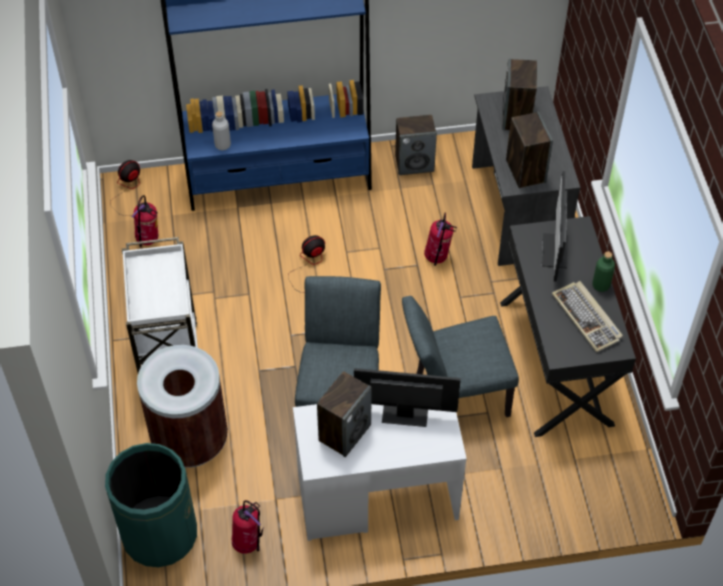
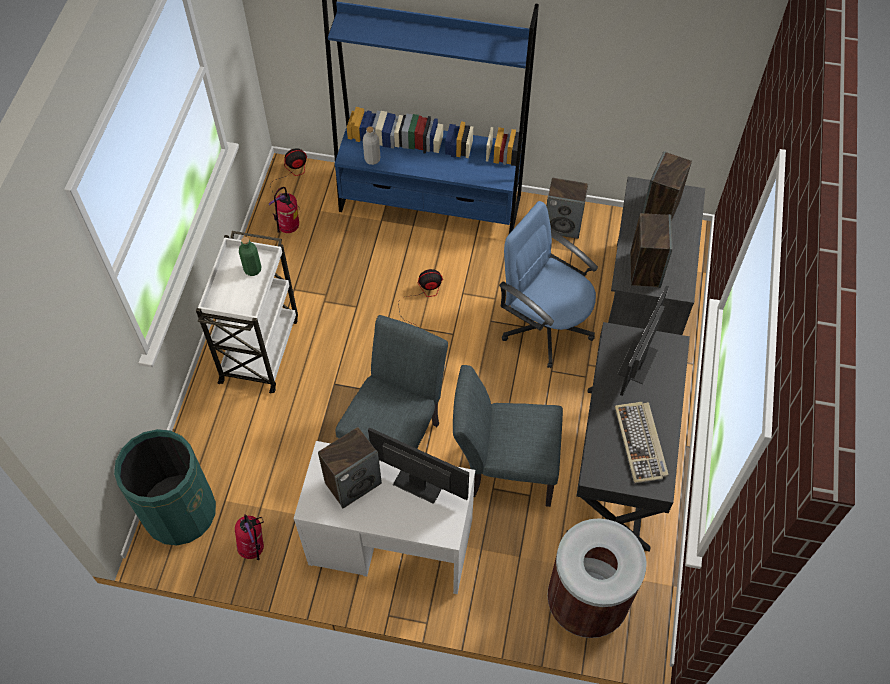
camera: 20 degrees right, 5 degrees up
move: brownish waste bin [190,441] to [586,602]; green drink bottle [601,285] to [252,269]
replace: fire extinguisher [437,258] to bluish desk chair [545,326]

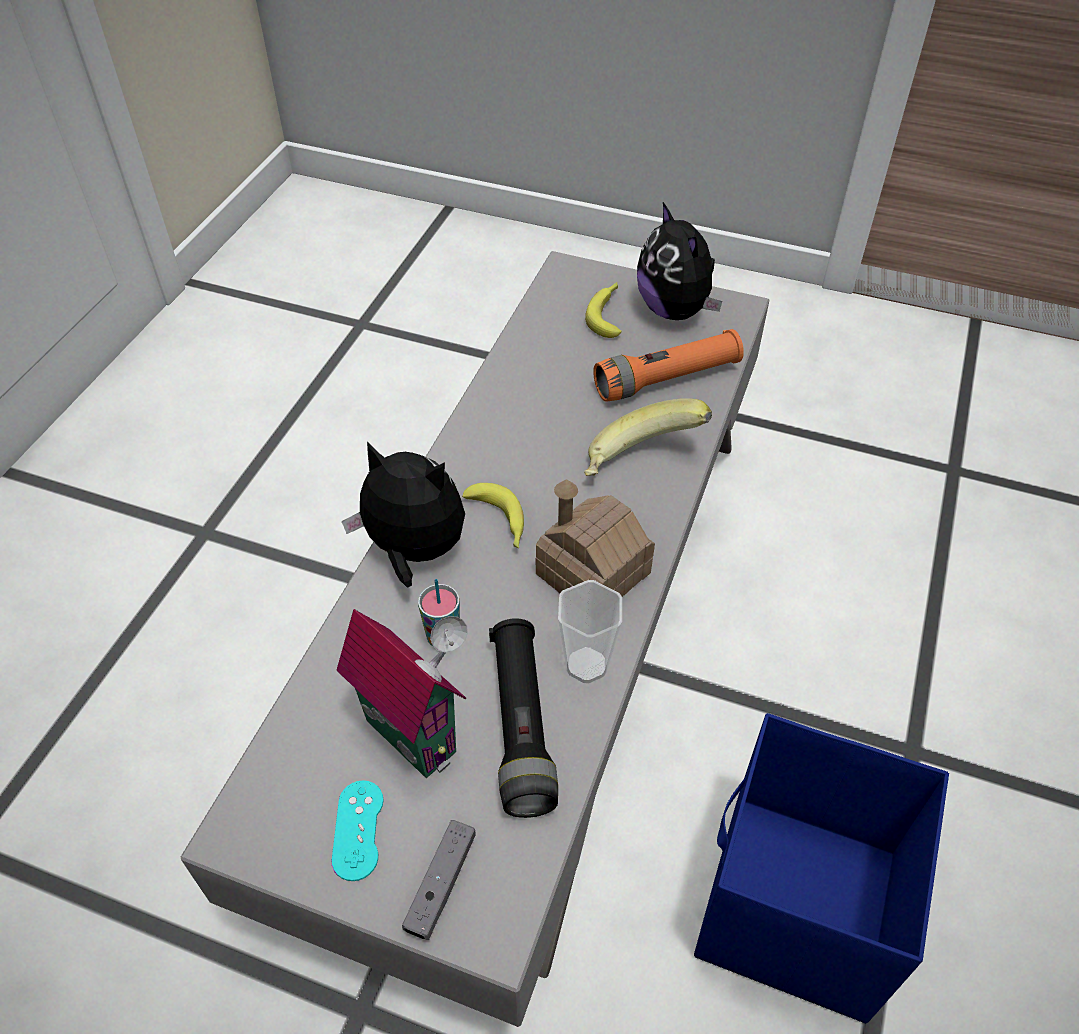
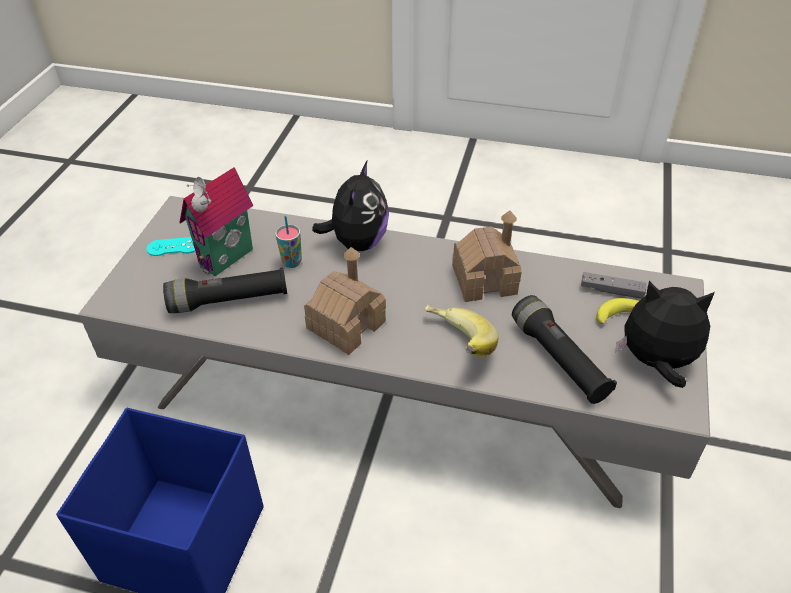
camera: 85 degrees right, 5 degrees down
delete: whole banana [499,522]; small cup [586,665]
insert: toy house [484,280]
move: gray gamepad [441,884] to [611,291]
recolor: orange-coloured torch [667,379] to blackish torch [559,359]
rotate: soft toy [675,310] = [656,363] 45 degrees clockwise

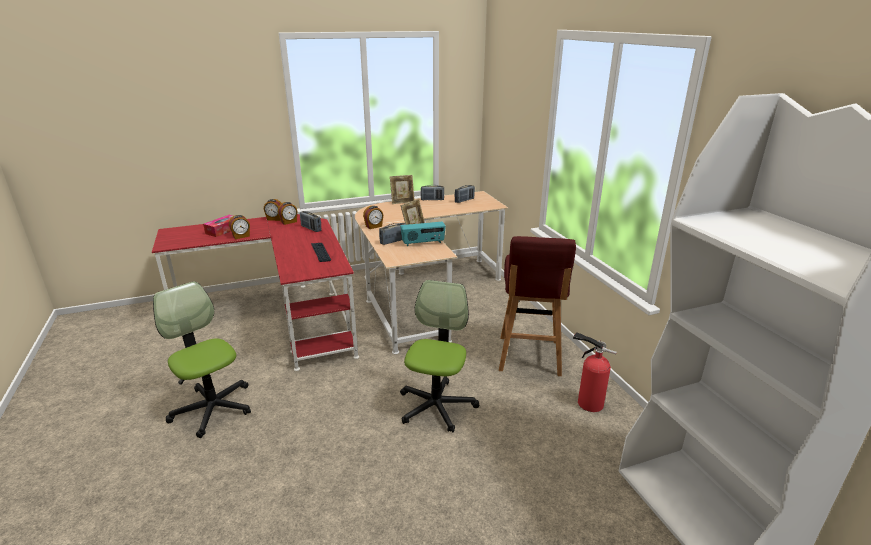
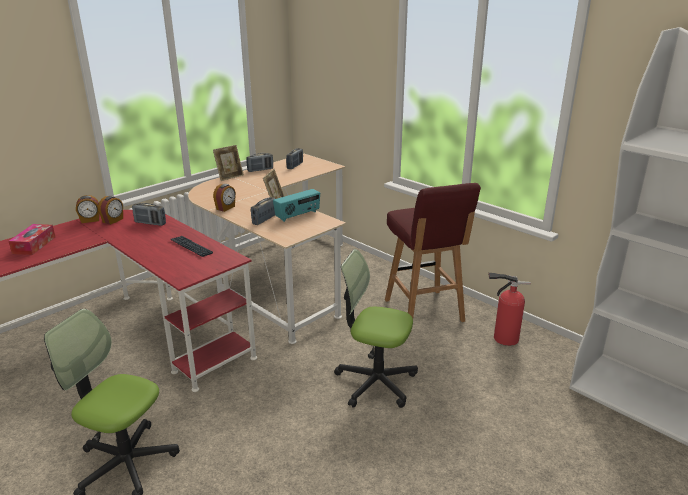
camera: 25 degrees left, 0 degrees up
delete: bedside clock [241,236]
rotate: desk chair [436,406] = [375,382] 60 degrees counterclockwise

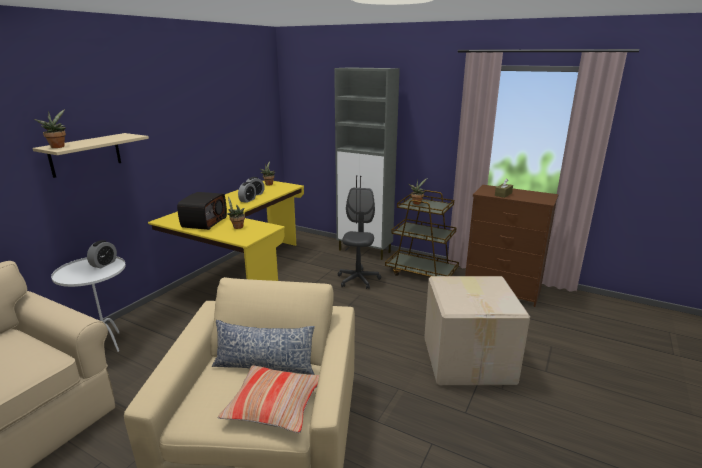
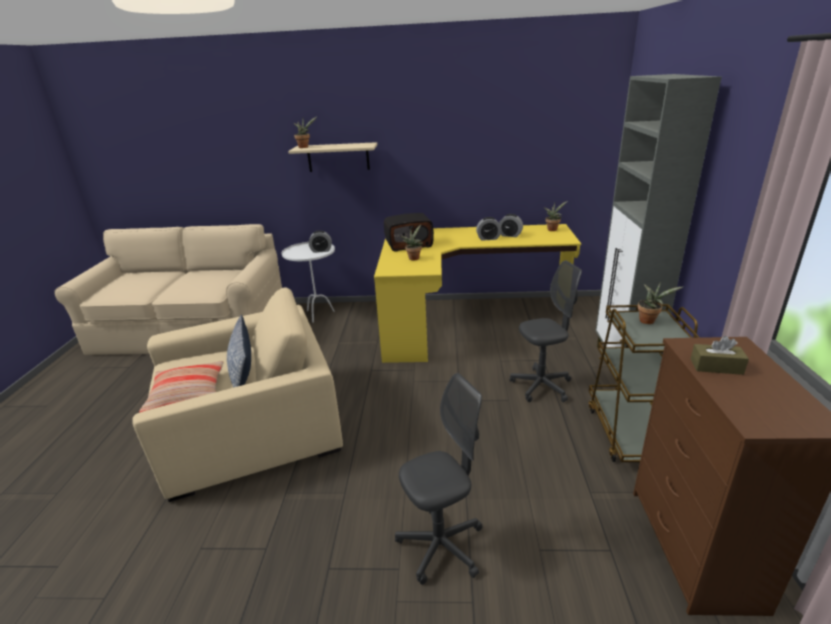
camera: 65 degrees right, 5 degrees up
replace: cardboard box [468,359] to gray desk chair [441,546]

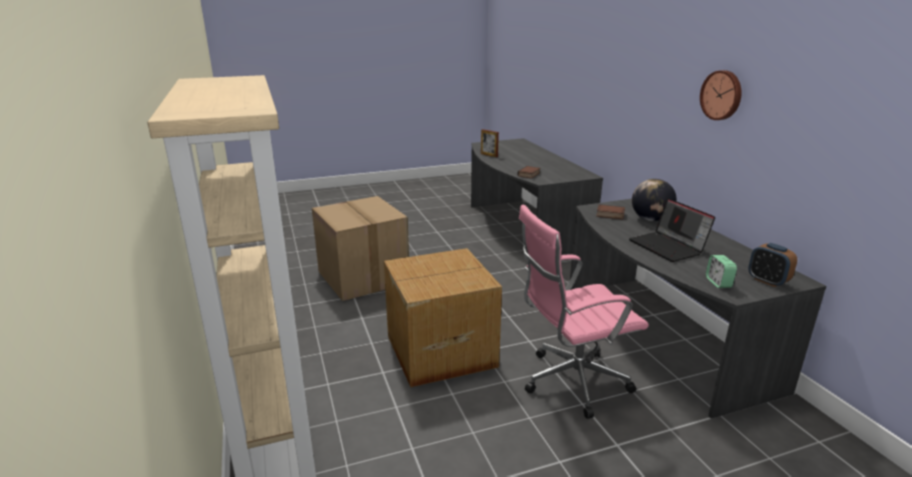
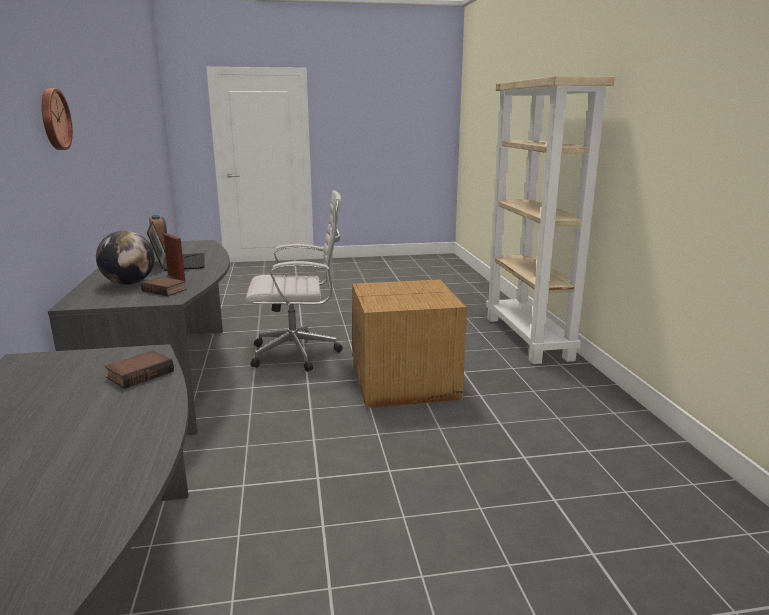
camera: 170 degrees left, 5 degrees down
delete: cardboard box [361,277]; bedside clock [718,283]
move: picture frame [489,155] to [176,278]
recolor: pinkish desk chair [570,382] to white desk chair [299,353]

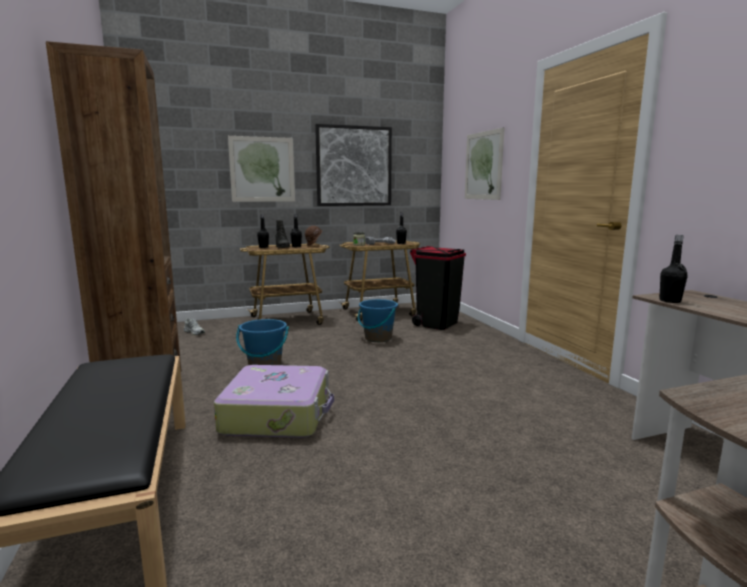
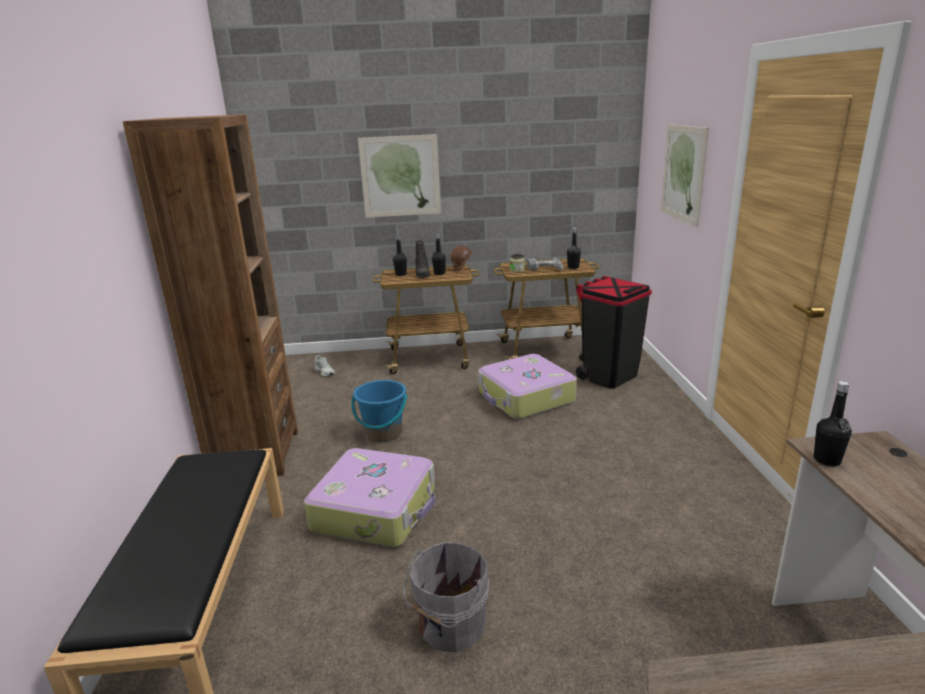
camera: 15 degrees right, 10 degrees up
delete: picture [354,166]
insert: gray water bucket [449,625]
replace: bluish water bucket [378,338] to suitcase [525,398]

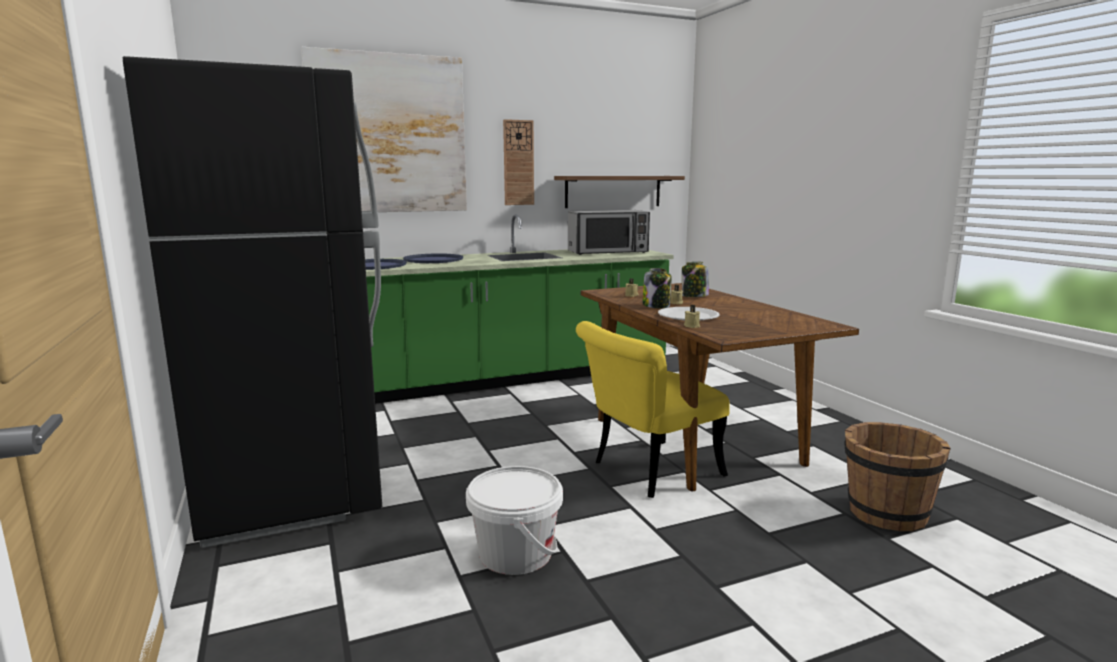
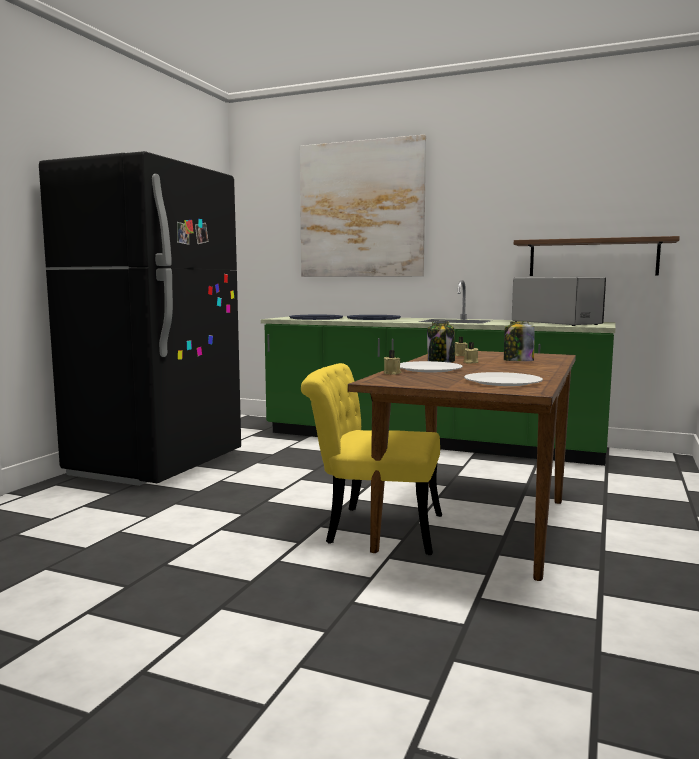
camera: 45 degrees right, 5 degrees down
delete: white water bucket [516,553]; clock on the wall [518,163]; brownish water bucket [886,513]
insert: white flat dish [502,382]
rotate: microwave [608,252] = [555,323] 150 degrees counterclockwise

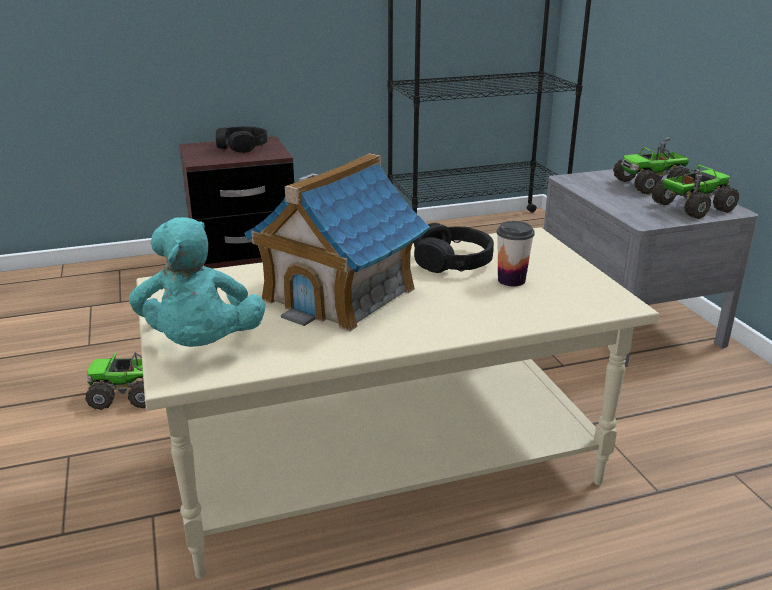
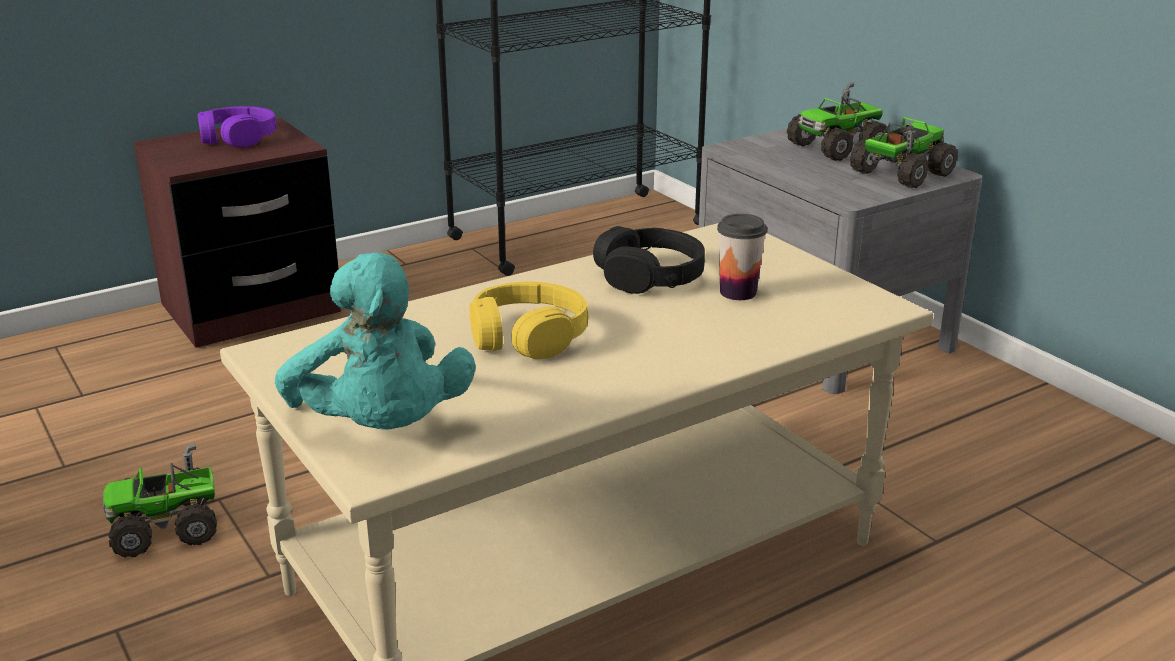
camera: 15 degrees left, 0 degrees up
replace: toy house [340,294] to yellow-coloured pair of headphones [527,337]
recolor: blackish pair of headphones [242,147] to purple pair of headphones [238,138]

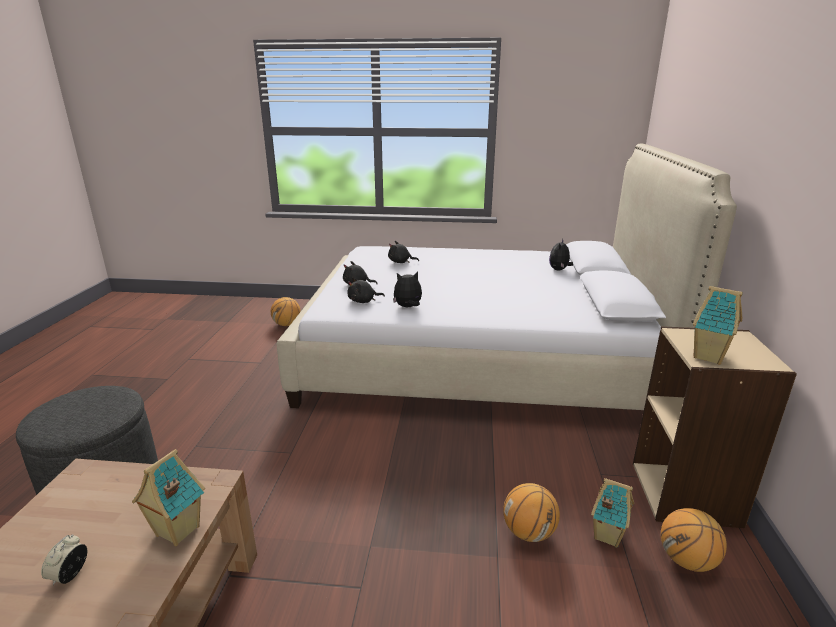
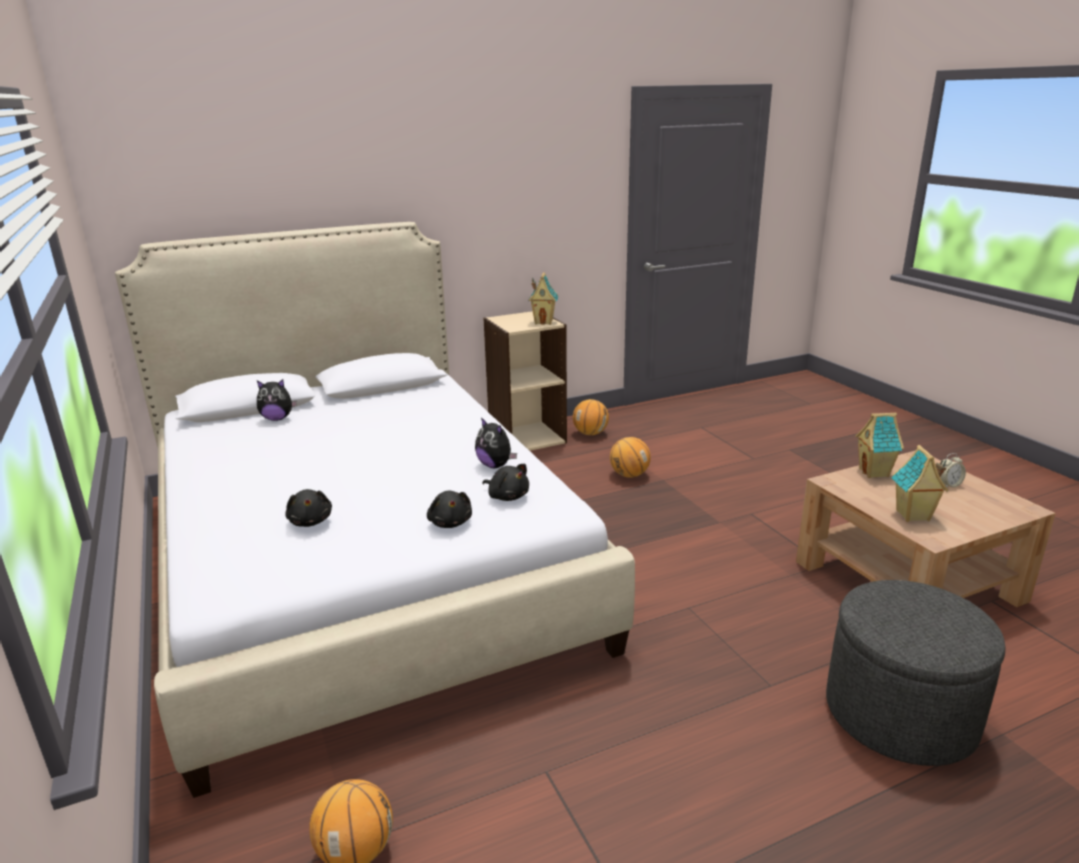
camera: 120 degrees left, 0 degrees up
move: toy house [606,535] to [912,516]

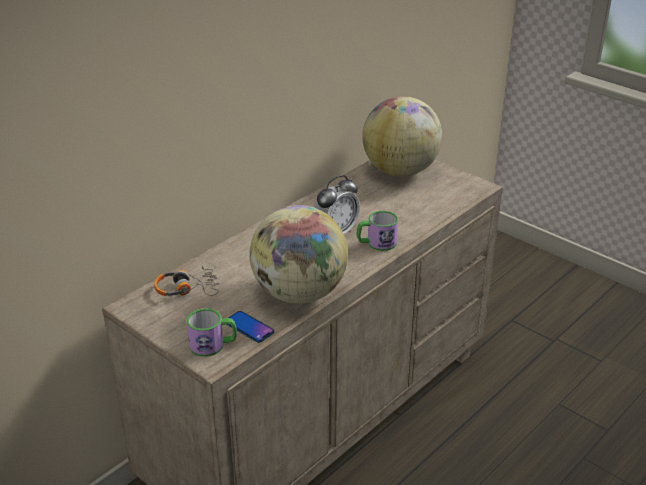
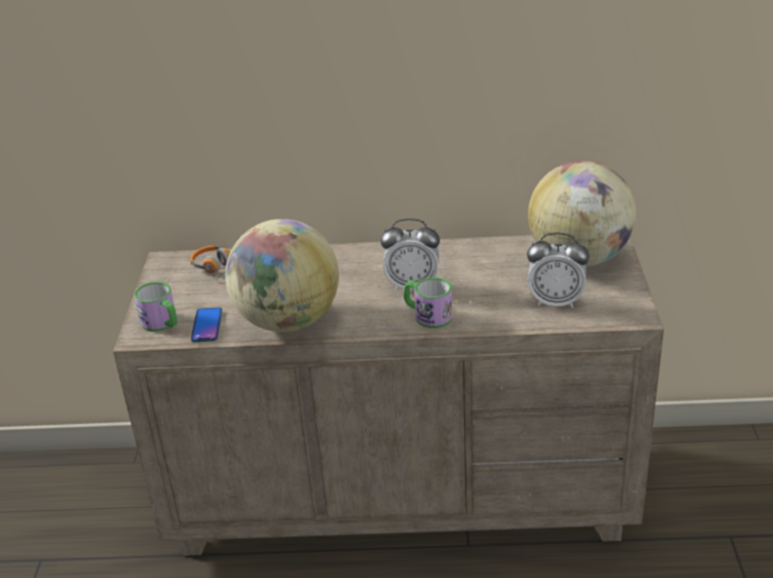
camera: 50 degrees right, 0 degrees up
insert: bedside clock [556,301]

